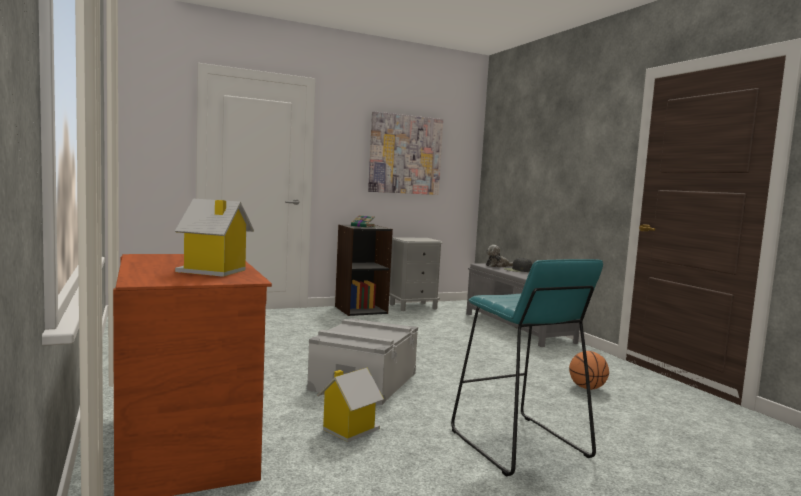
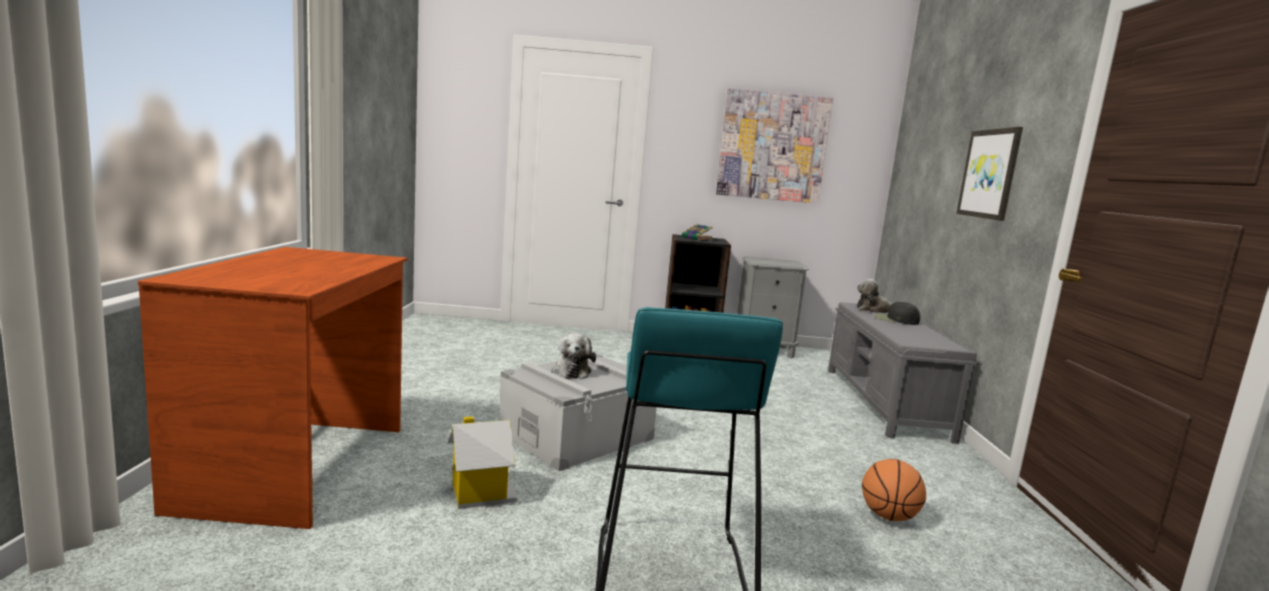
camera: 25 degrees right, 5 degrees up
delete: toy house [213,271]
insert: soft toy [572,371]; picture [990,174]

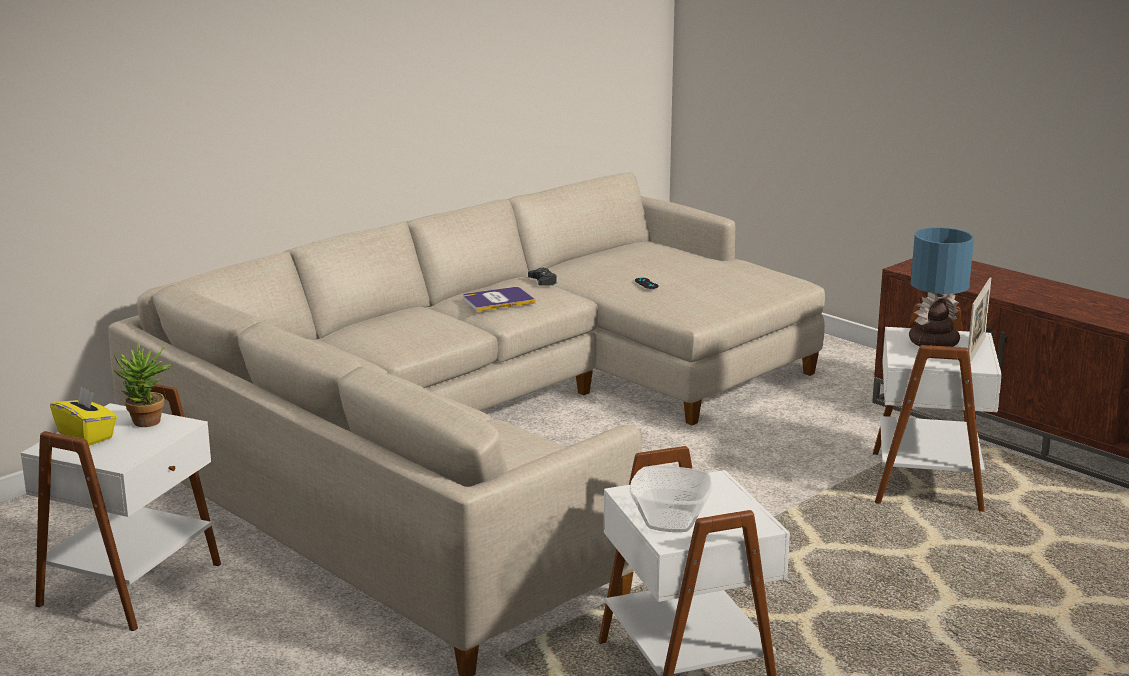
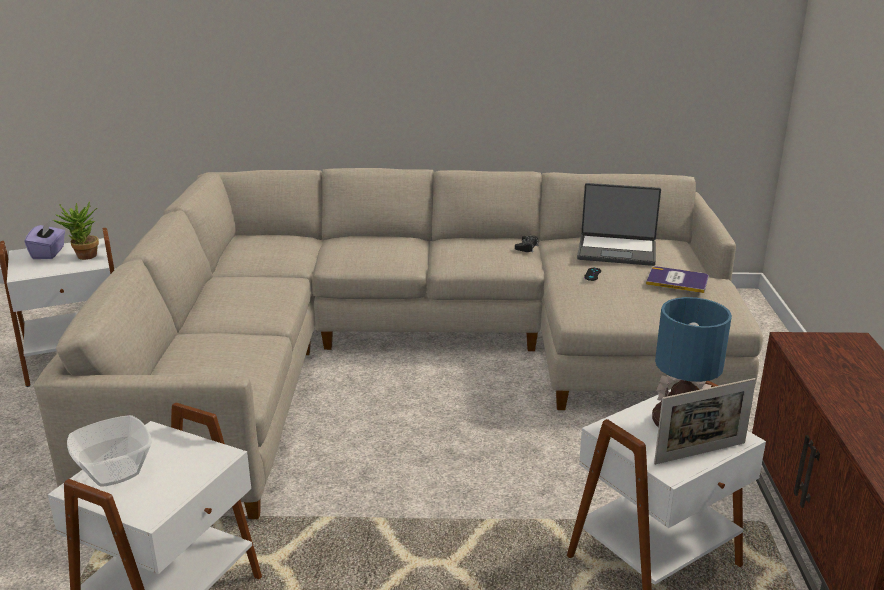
camera: 45 degrees right, 5 degrees up
insert: laptop [617,251]
move: book [498,300] to [677,280]
recolor: yellow-coloured tissue holder [86,436] to purple tissue holder [49,253]

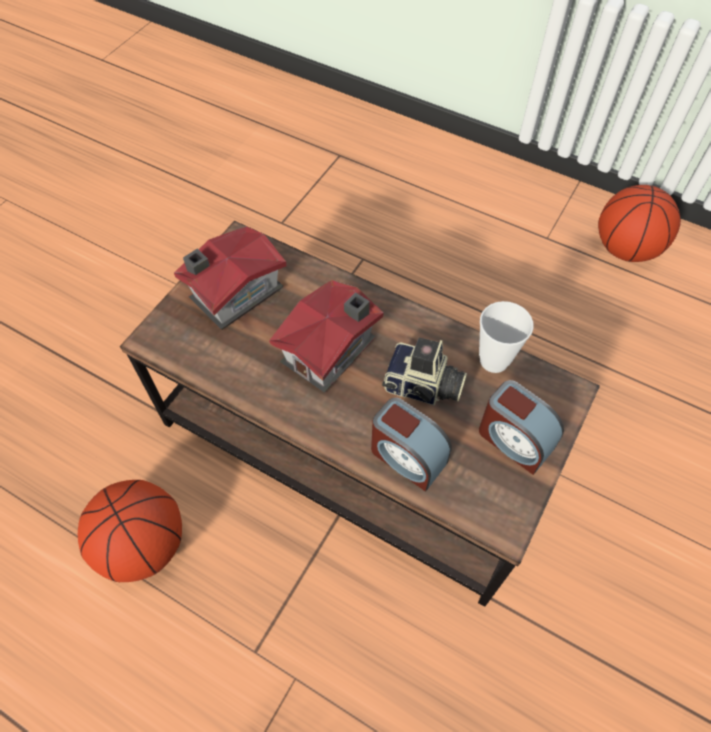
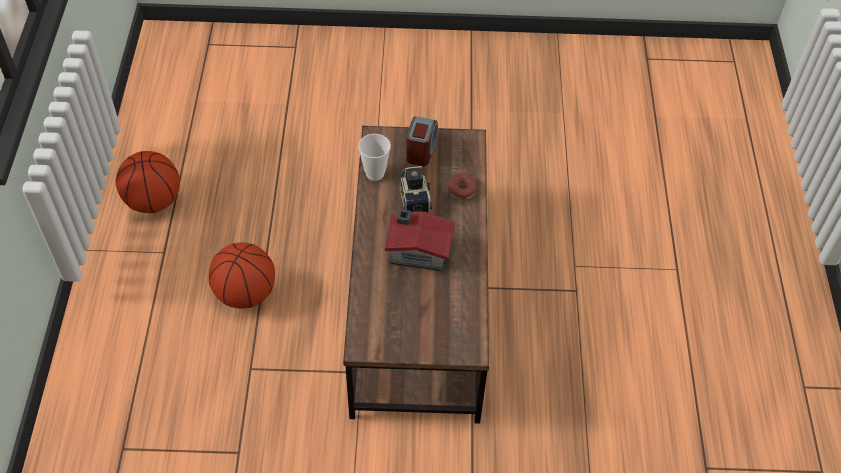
camera: 120 degrees left, 5 degrees down
delete: toy house [233,293]
move: basketball [144,544] to [245,294]
replace: bedside clock [407,456] to doughnut [462,189]

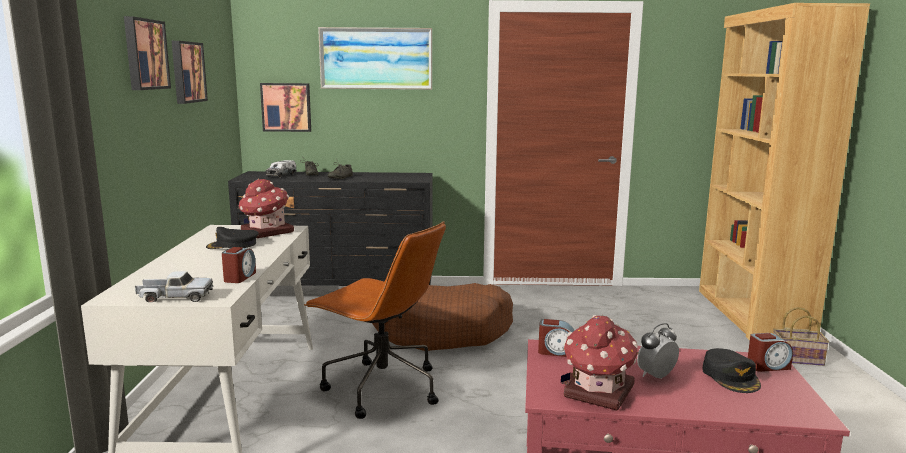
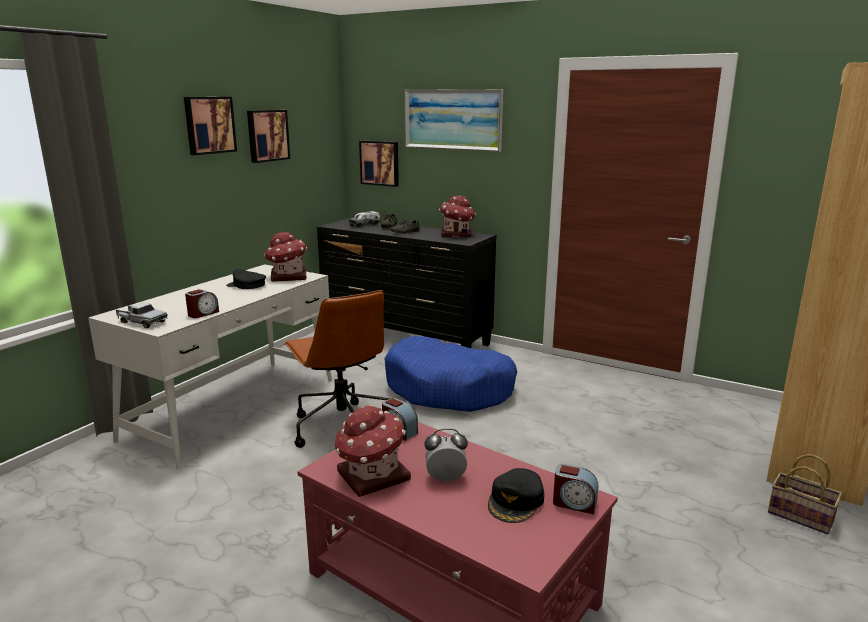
camera: 30 degrees right, 5 degrees up
insert: toy house [457,235]
recolor: brownish dog cushion [442,331] to bluish dog cushion [449,389]

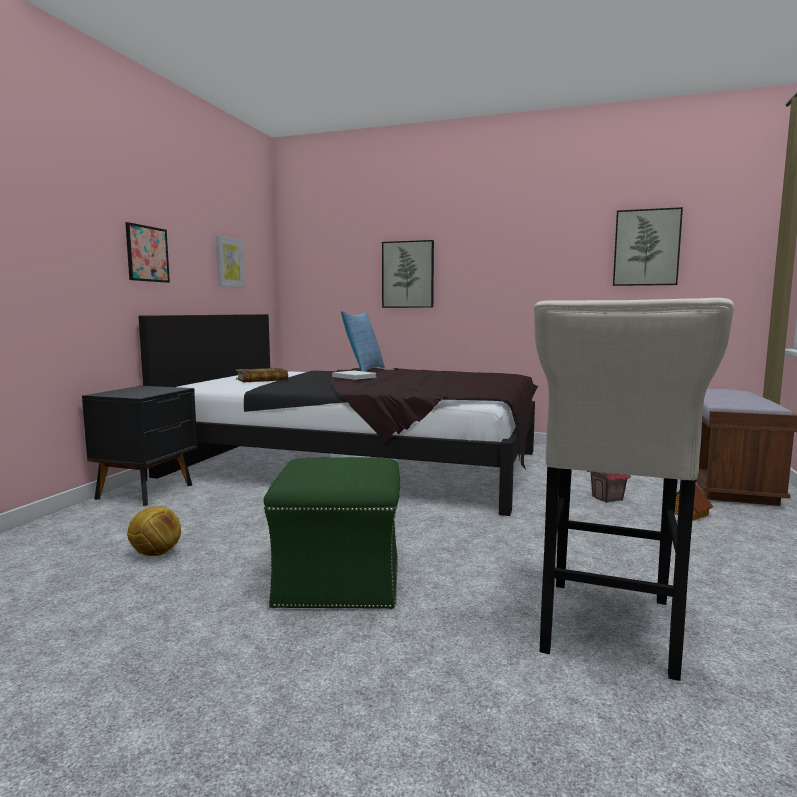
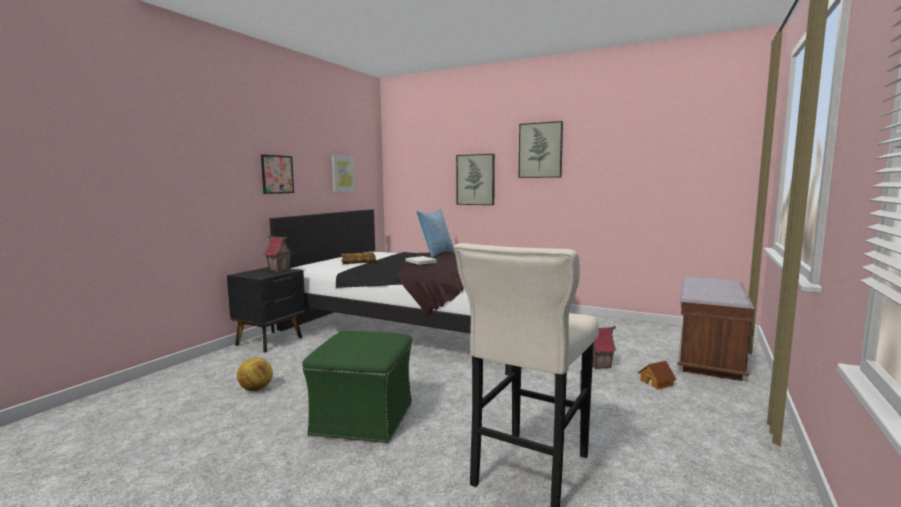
camera: 10 degrees right, 0 degrees up
insert: toy house [279,269]
move: picture [646,247] to [540,150]

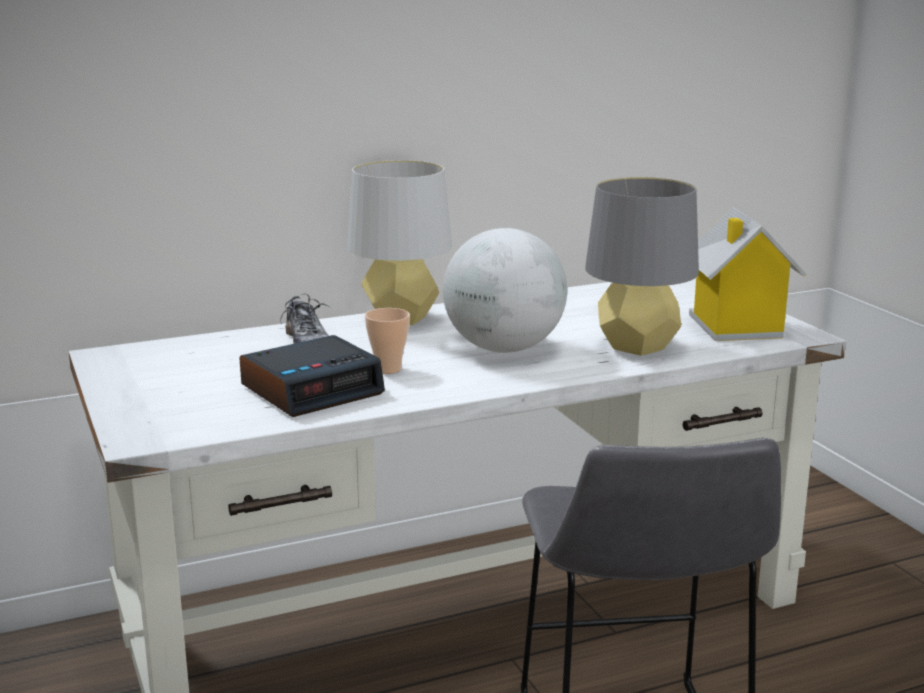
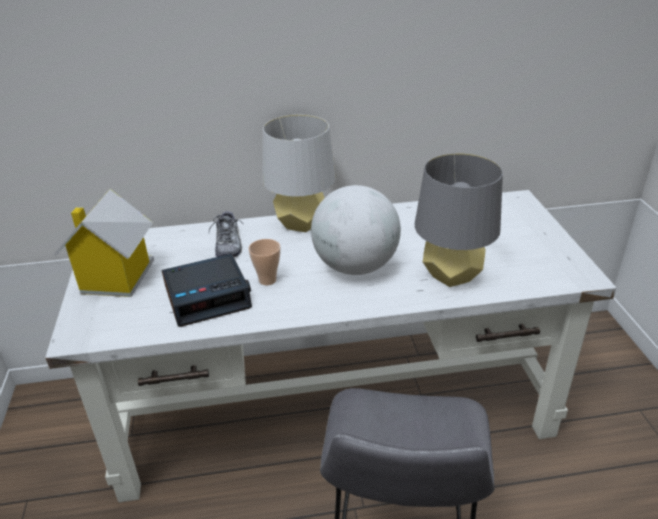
camera: 15 degrees right, 15 degrees up
move: toy house [735,327] to [116,278]

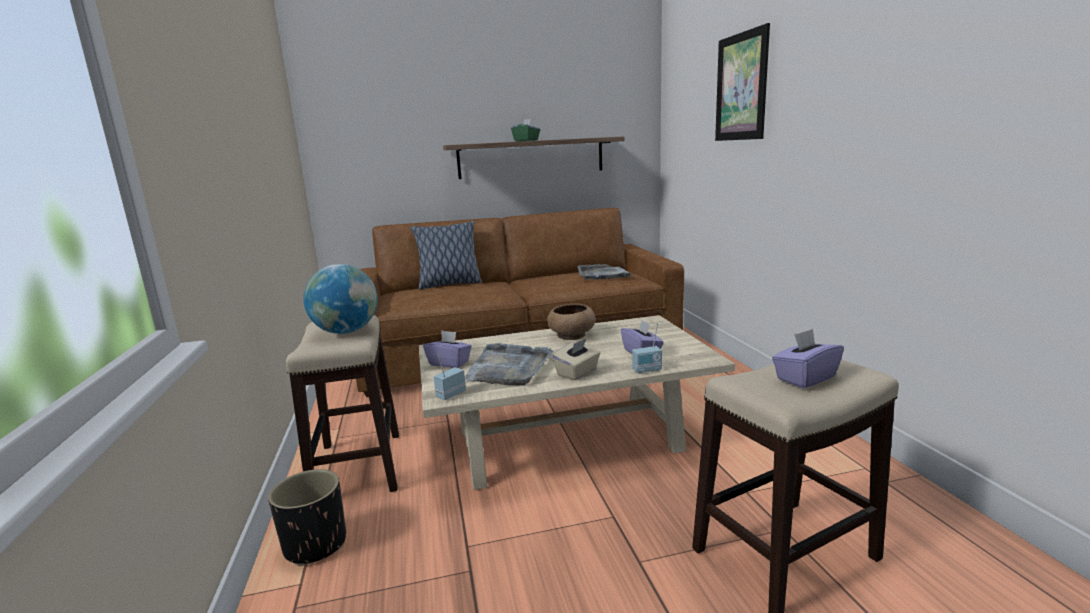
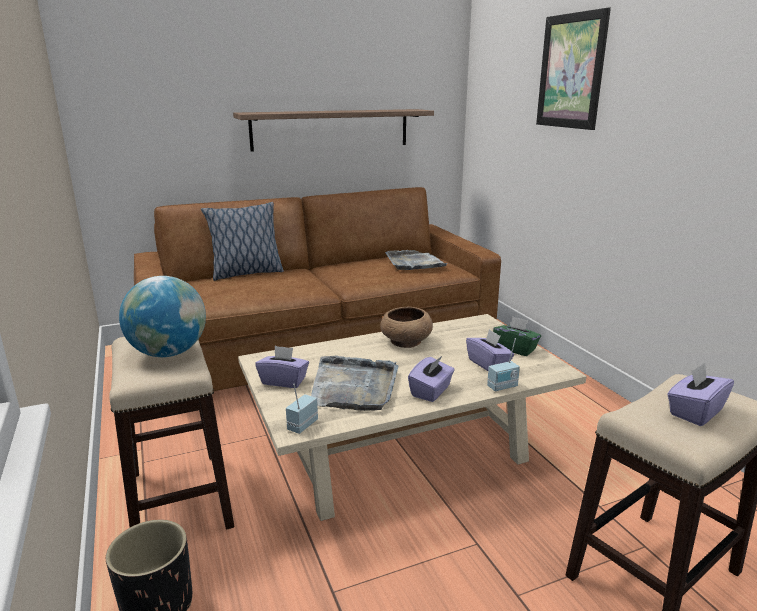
camera: 10 degrees left, 5 degrees up
move: green tissue holder [526,141] to [515,349]
recolor: beige tissue holder [577,372] to purple tissue holder [431,391]

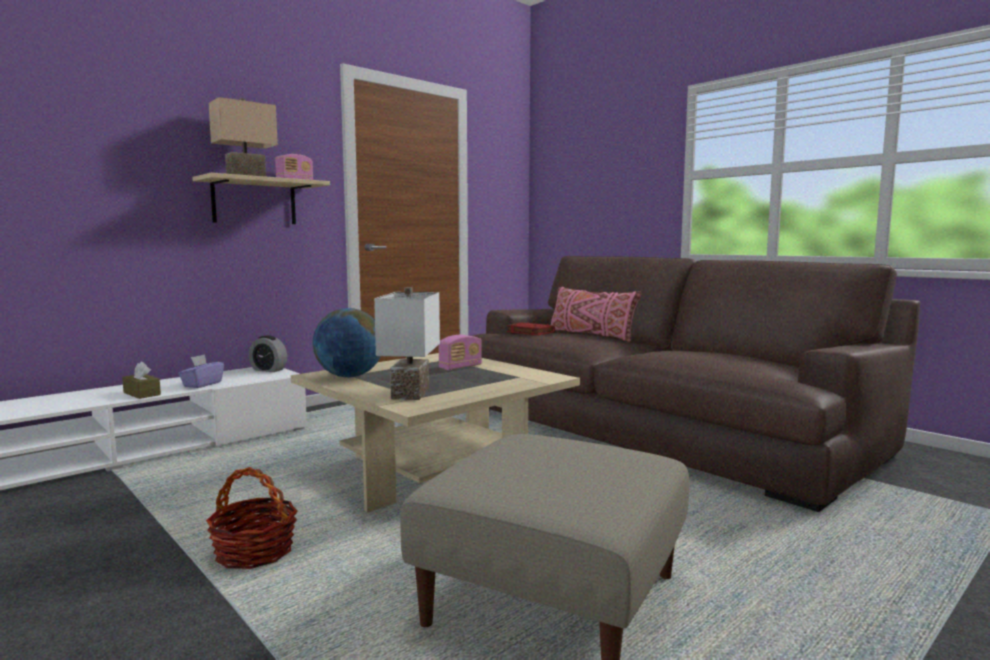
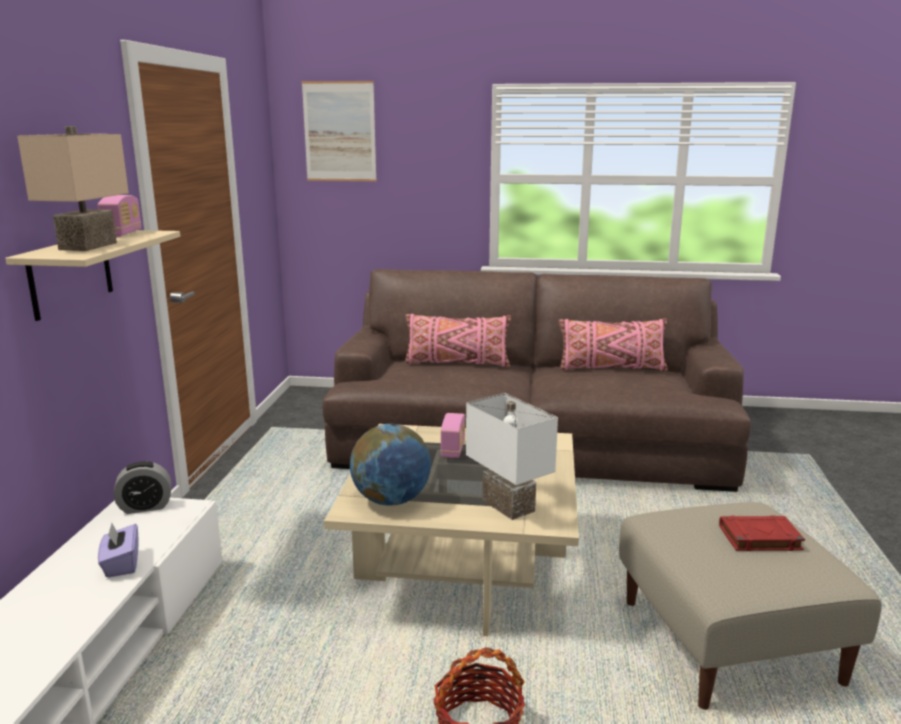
camera: 40 degrees left, 10 degrees up
delete: brownish tissue holder [142,394]
insert: picture [339,132]; pinkish pillow [611,368]
move: red-coloured book [530,332] to [759,538]

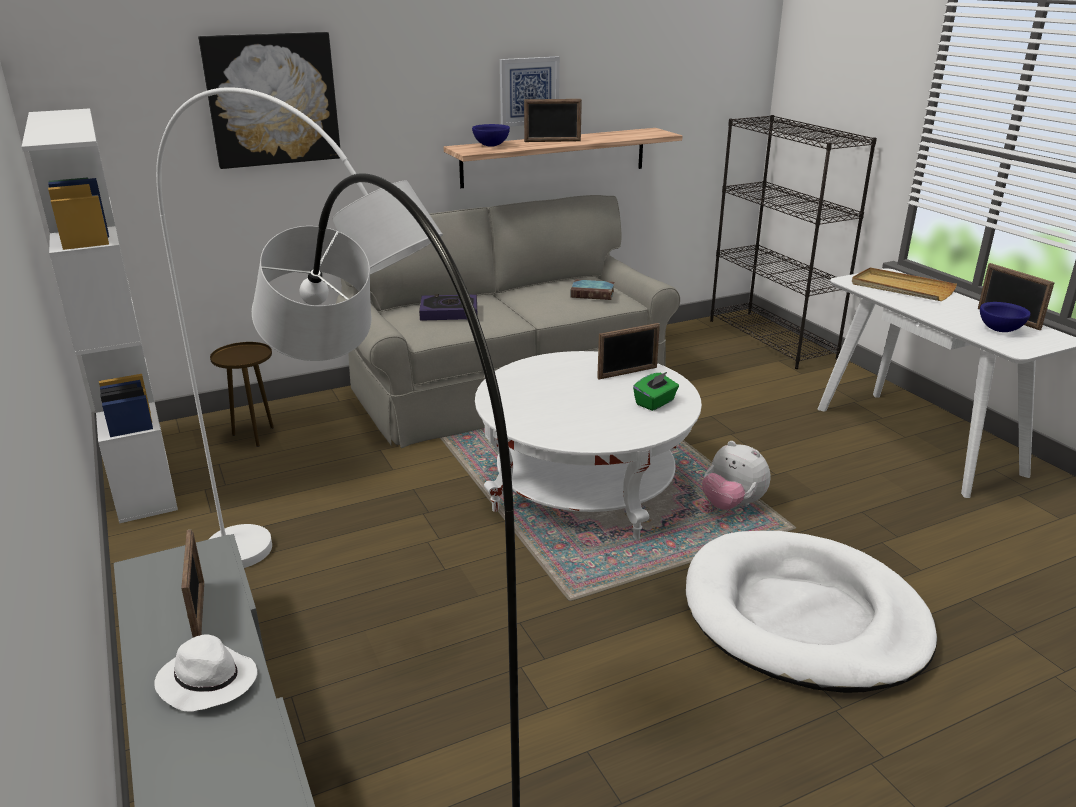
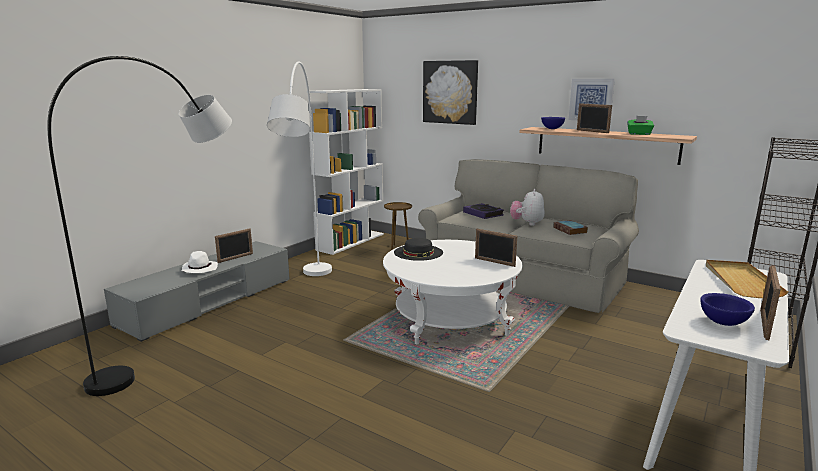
camera: 60 degrees right, 10 degrees down
delete: white dog cushion [803,617]
insert: blackish clothing hat [418,252]
move: green tissue holder [655,403] to [639,134]; soft toy [732,505] to [527,223]

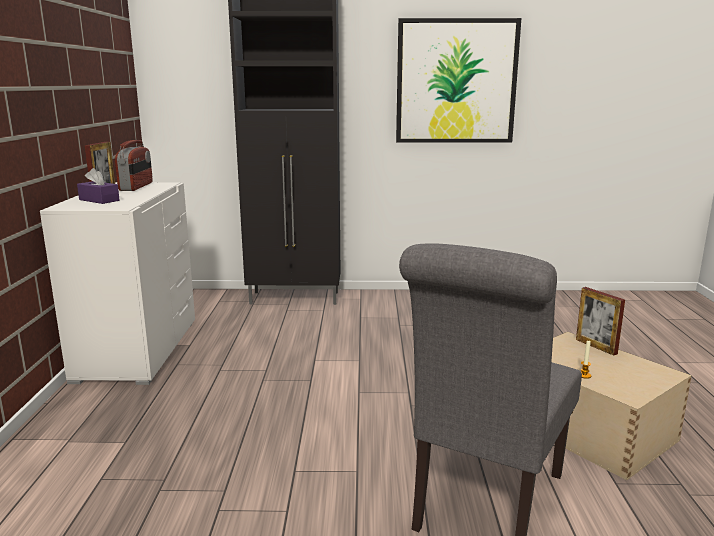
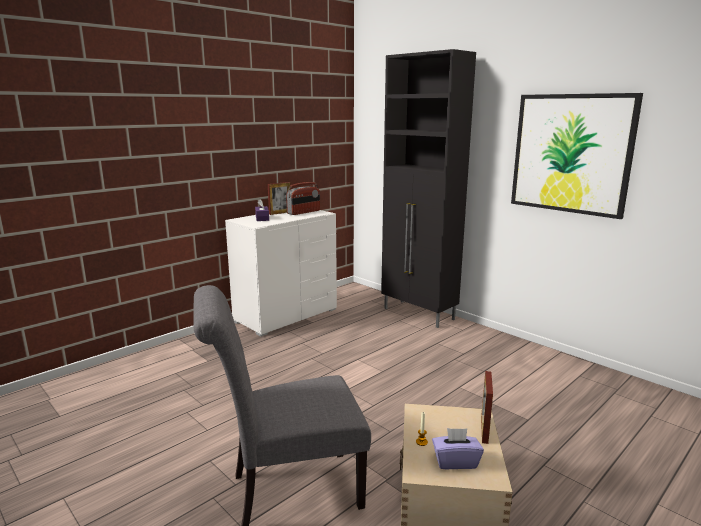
camera: 45 degrees right, 0 degrees up
insert: purple tissue holder [455,461]

